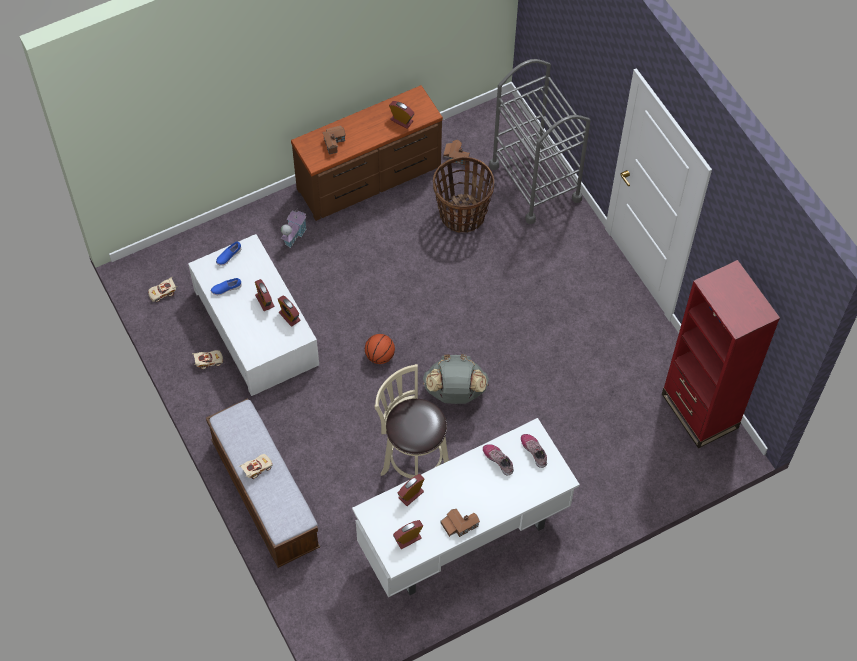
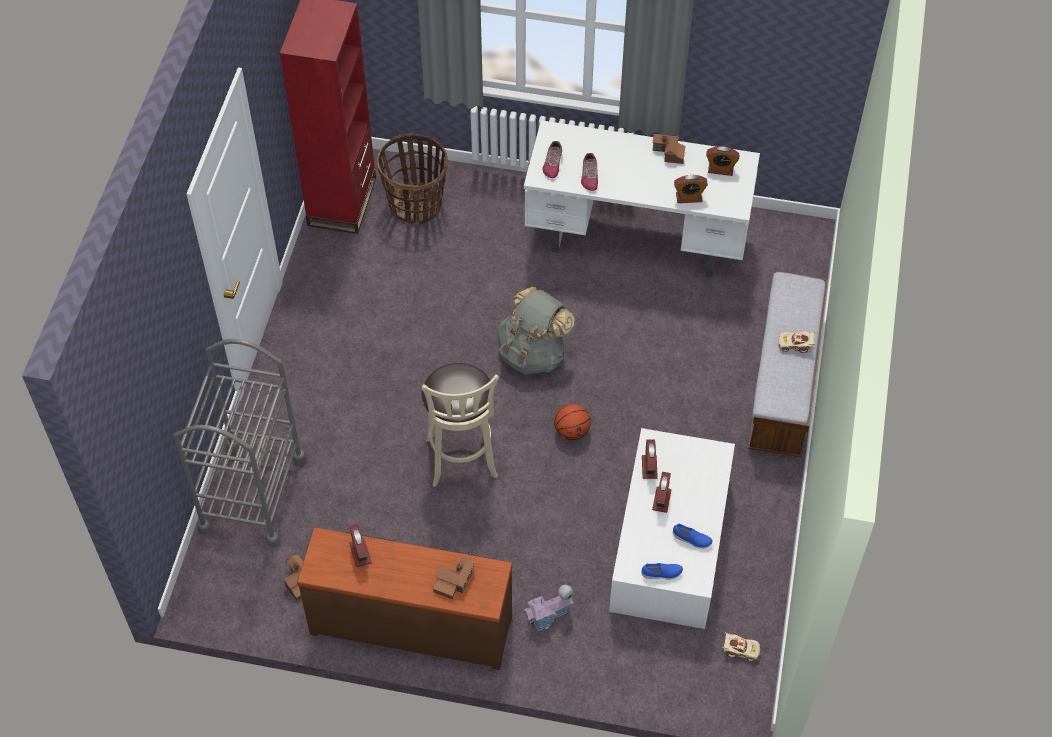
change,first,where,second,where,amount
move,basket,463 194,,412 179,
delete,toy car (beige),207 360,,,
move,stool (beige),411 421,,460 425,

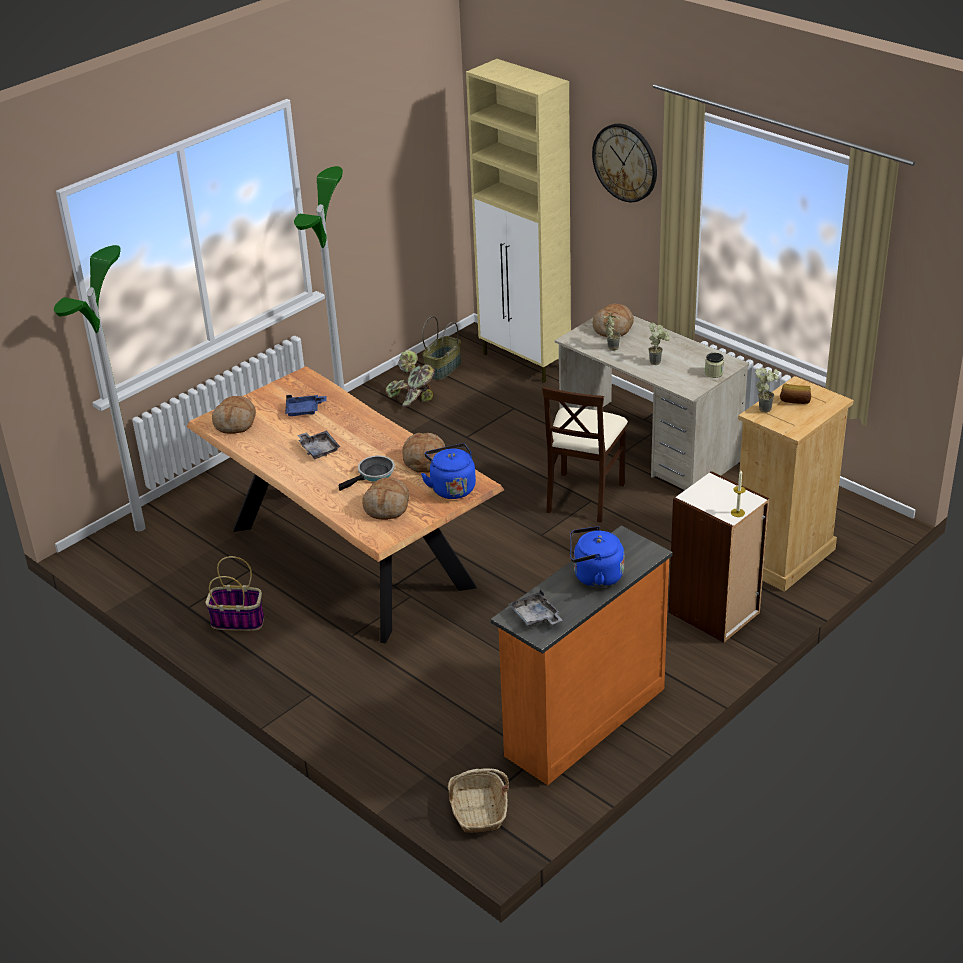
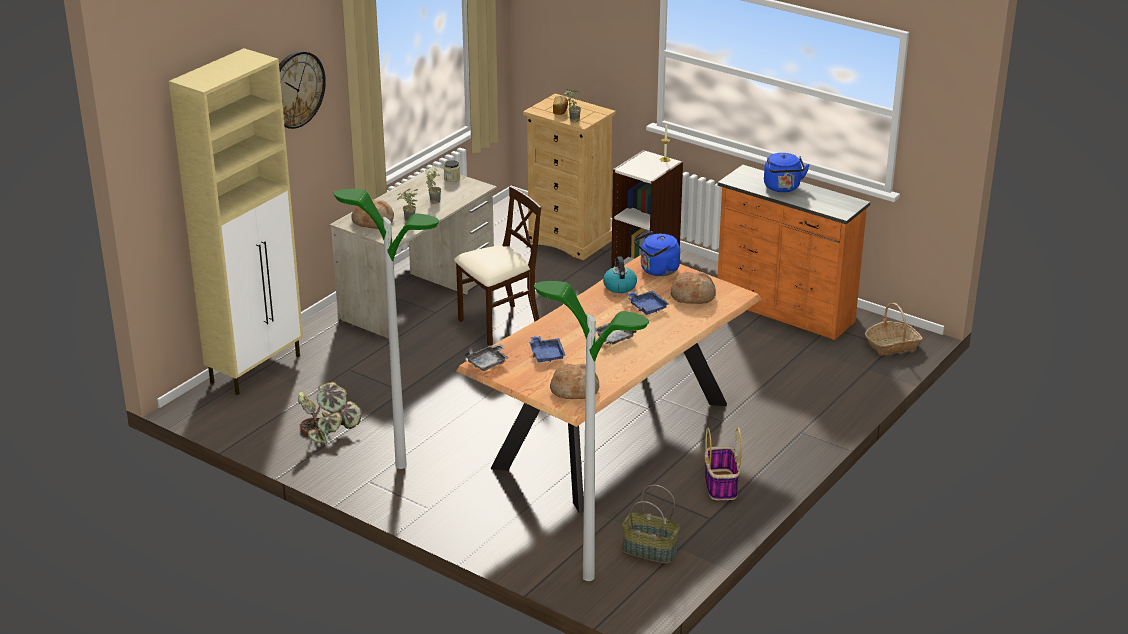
change,first,where,second,where,amount
move,basket,441 348,,651 524,
rotate,chair (beige),585 454,,497 266,45 degrees counterclockwise
replace,bread,424 453,kettle,620 274,
replace,frying pan,367 473,tray (blue),647 302,
move,tray (grey),535 608,,487 357,

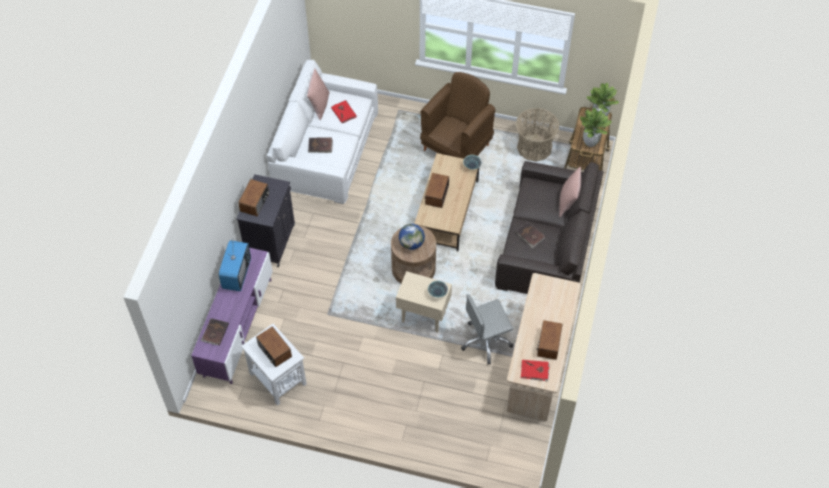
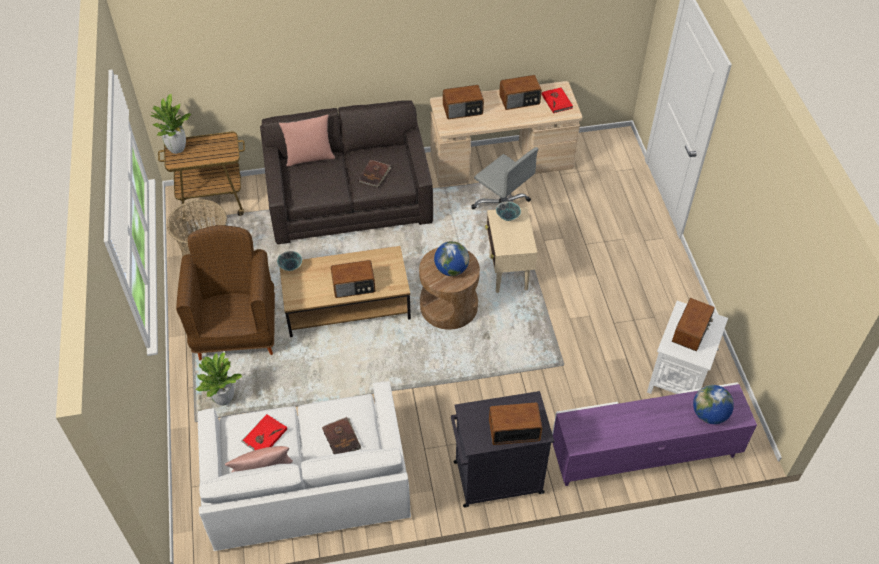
change,first,where,second,where,amount
rotate,armchair (brown),457 115,,225 292,75 degrees clockwise
move,potted plant,596 127,,218 378,
delete,television,235 265,,,
replace,book (brown),214 332,globe,713 404,
insert,,,radio,463 102,

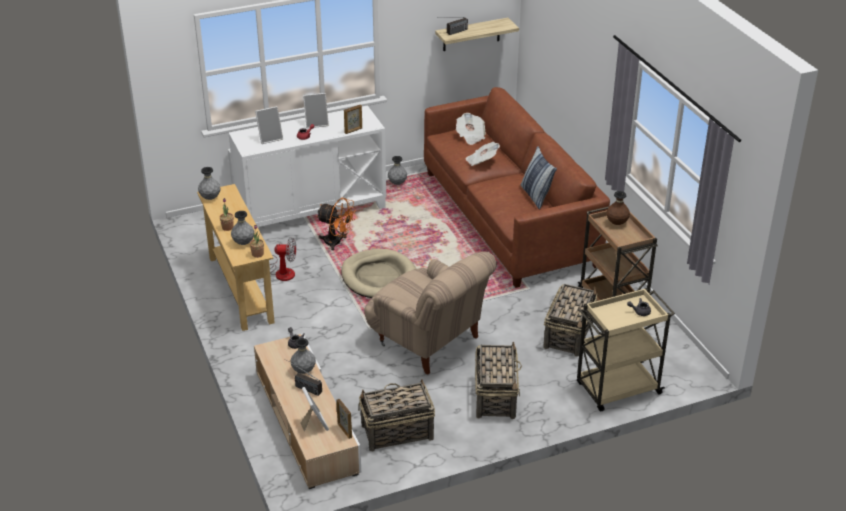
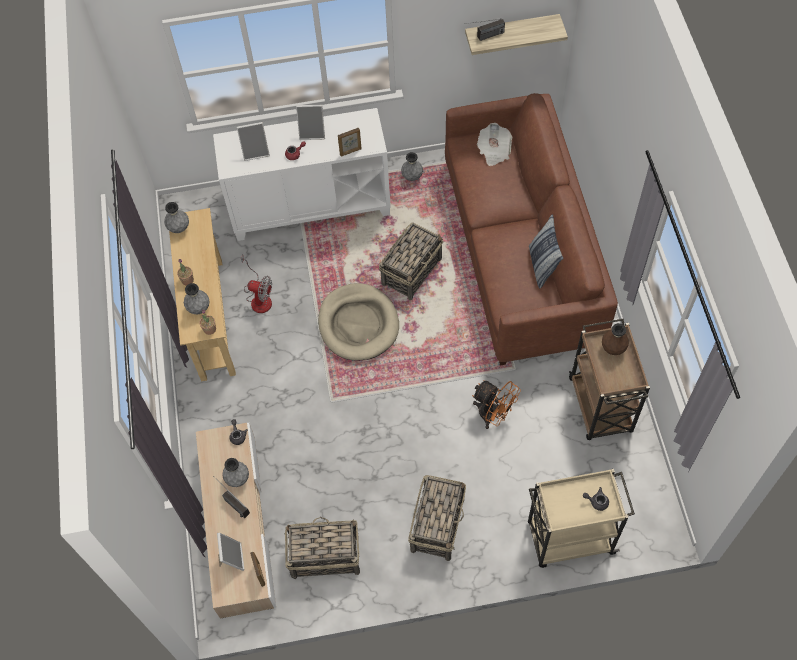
change,first,where,second,where,amount
delete,newspaper,483 154,,,
move,fan (orange),336 224,,496 404,
delete,armchair (beige),430 313,,,
move,basket,570 320,,411 261,

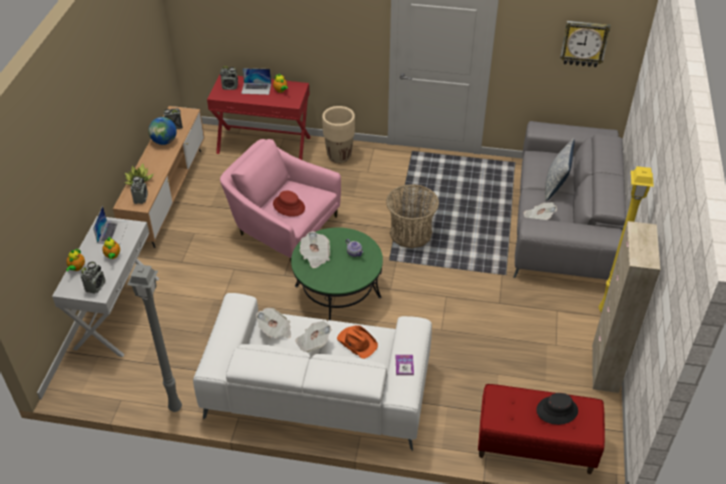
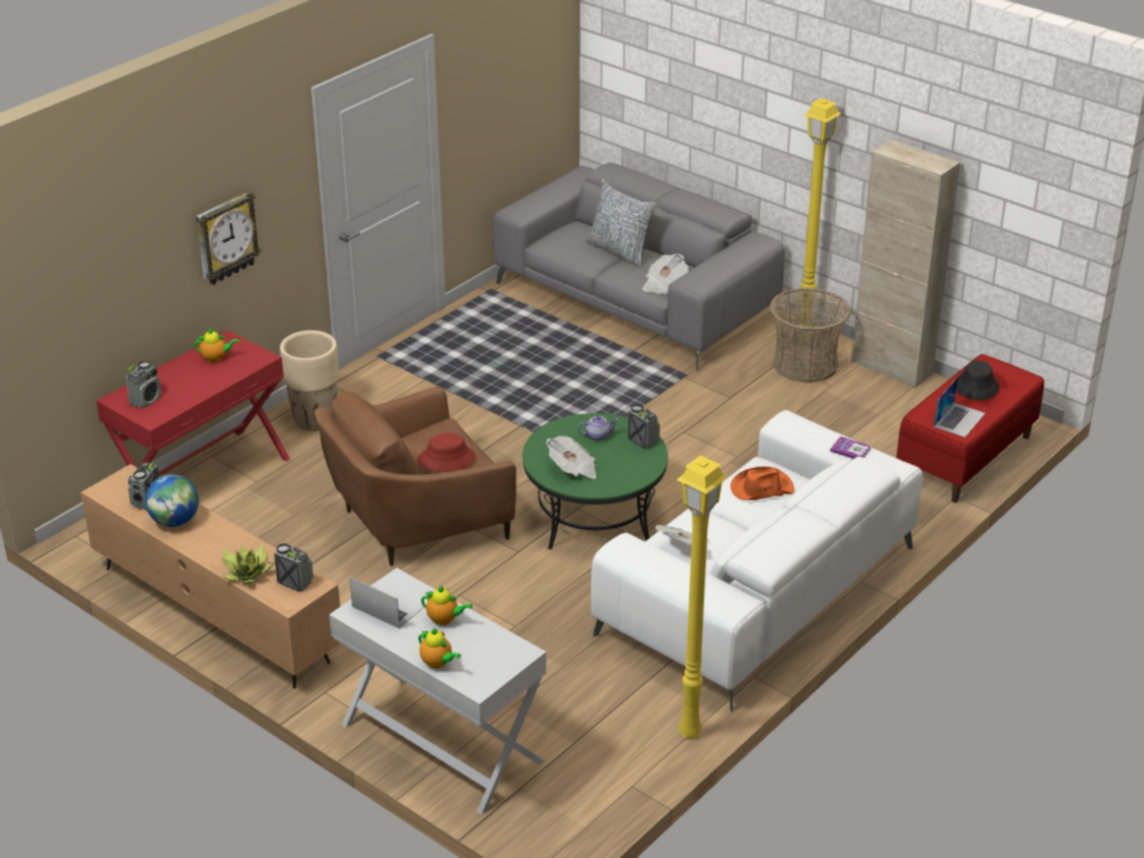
change,first,where,second,where,amount
move,wall clock,585 44,,228 238,
move,laptop,256 81,,959 407,
recolor,armchair (pink),280 200,armchair (brown),415 476,
move,basket,412 216,,810 335,
move,radio,93 278,,644 427,
recolor,floor lamp (grey),154 338,floor lamp (yellow),702 597,
delete,newspaper,313 337,,,

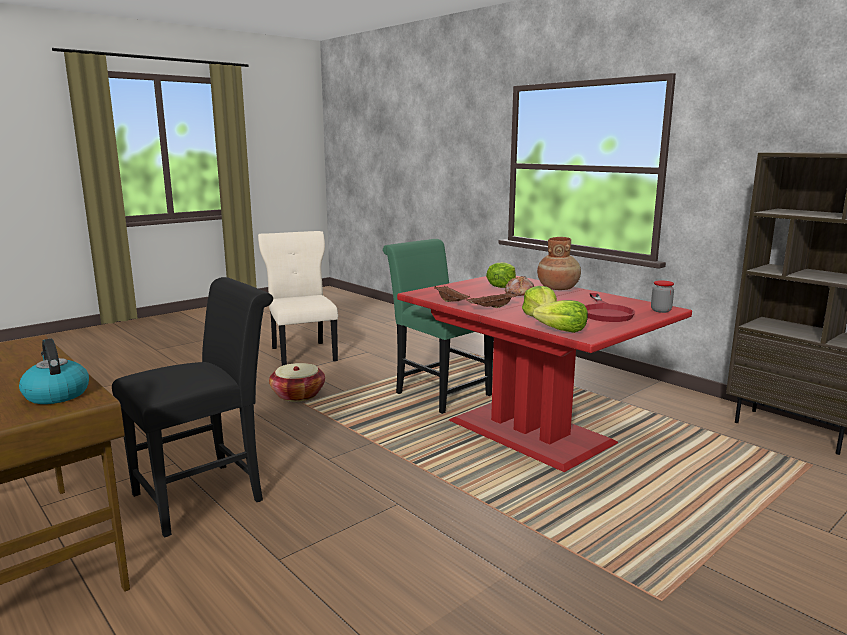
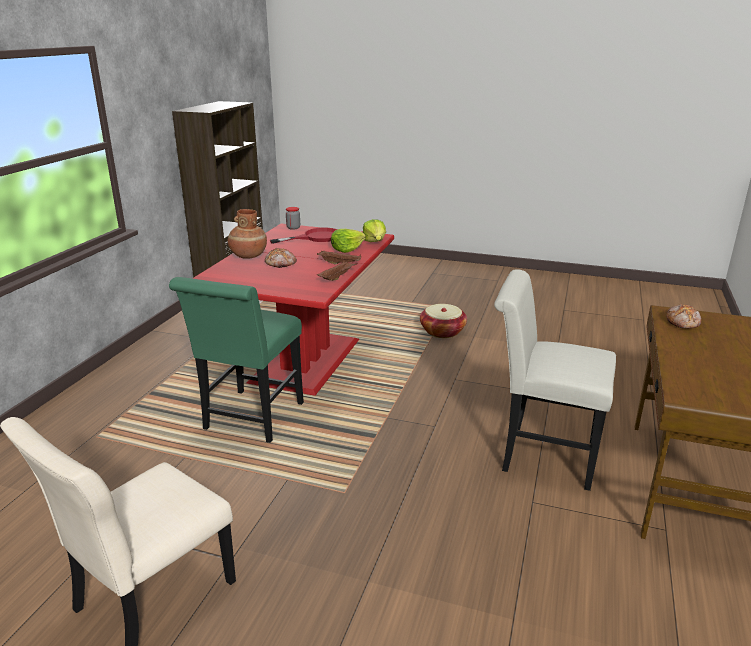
change,first,where,second,where,amount
delete,lettuce,501 275,,,
recolor,chair (black),192 407,chair (white),555 380,
replace,kettle,54 371,bread,683 316,
move,basket,297 382,,443 321,

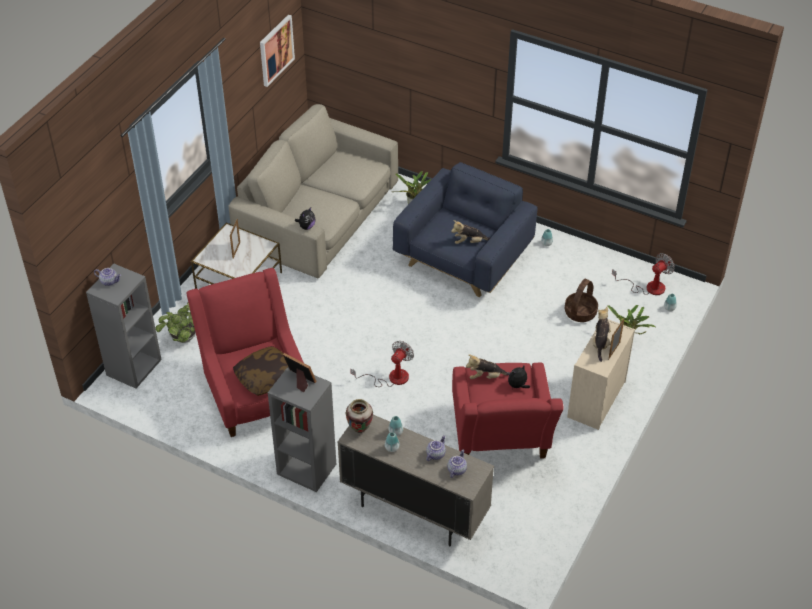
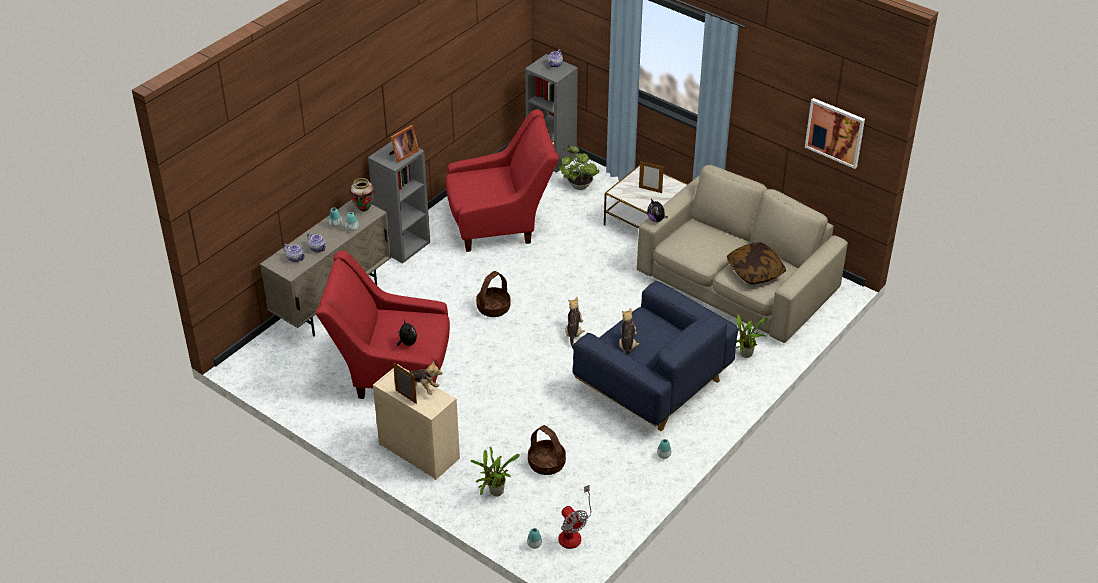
change,first,where,second,where,amount
replace,fan,382 364,basket,493 294,
move,pillow,260 371,,756 263,
move,plush toy,488 366,,575 323,

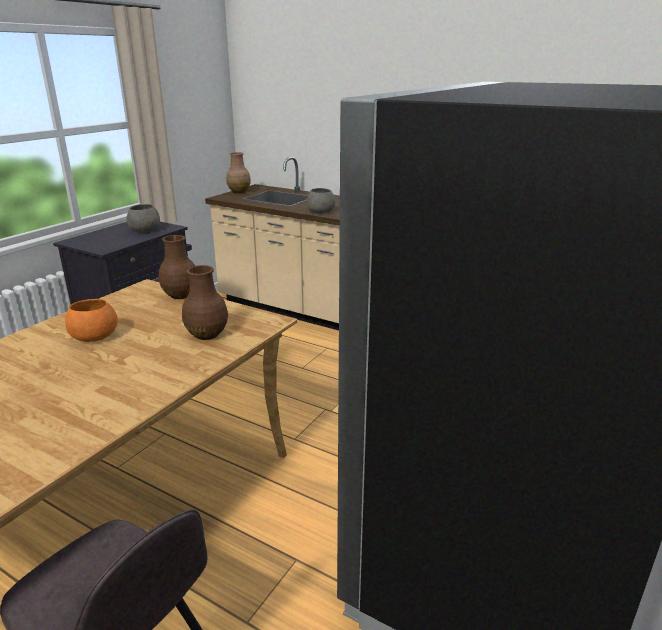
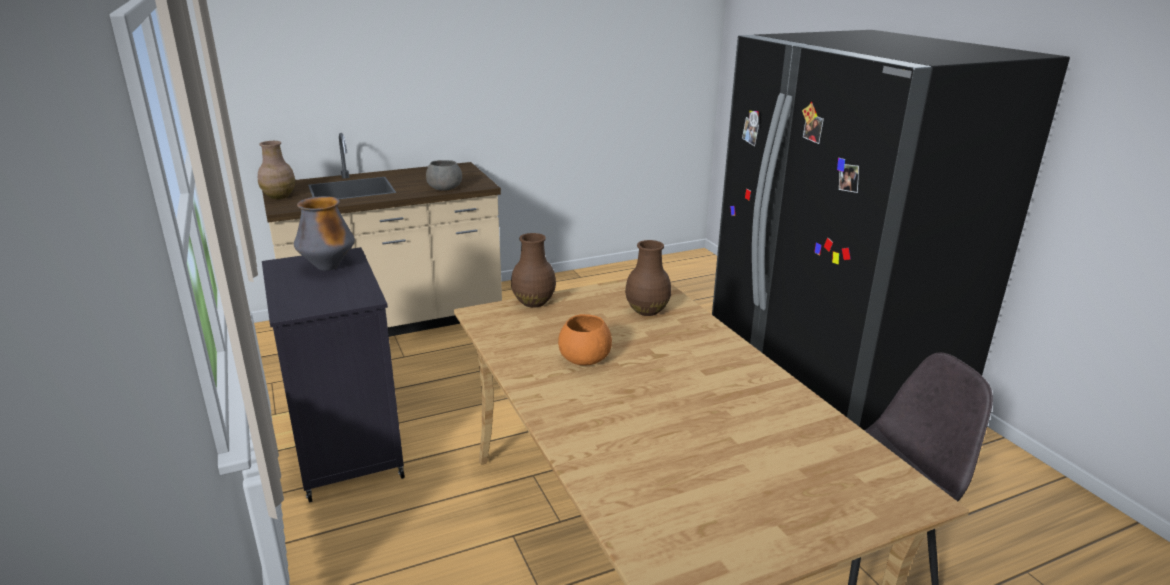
change,first,where,second,where,amount
replace,bowl (grey),143 218,vase,324 233,

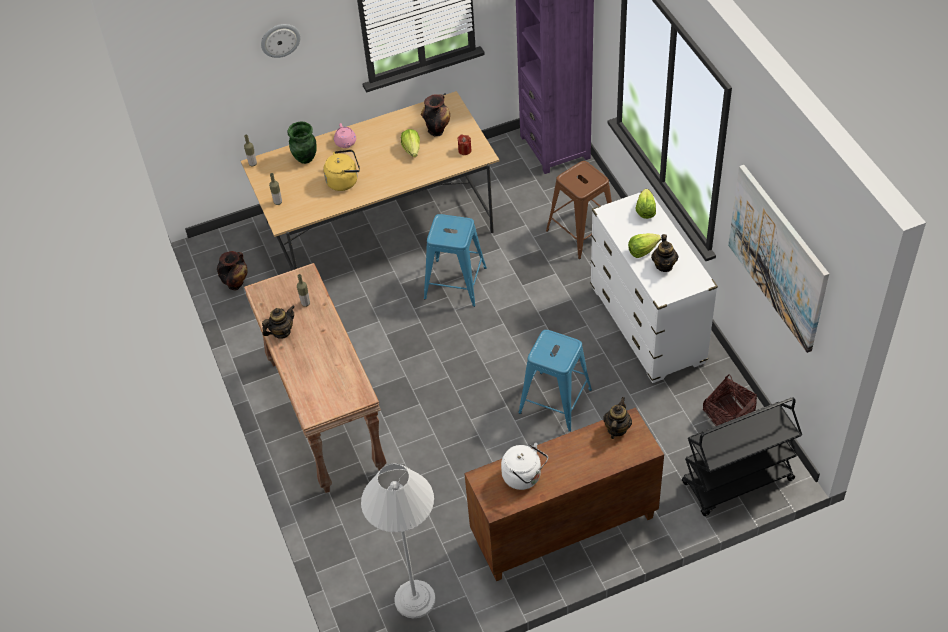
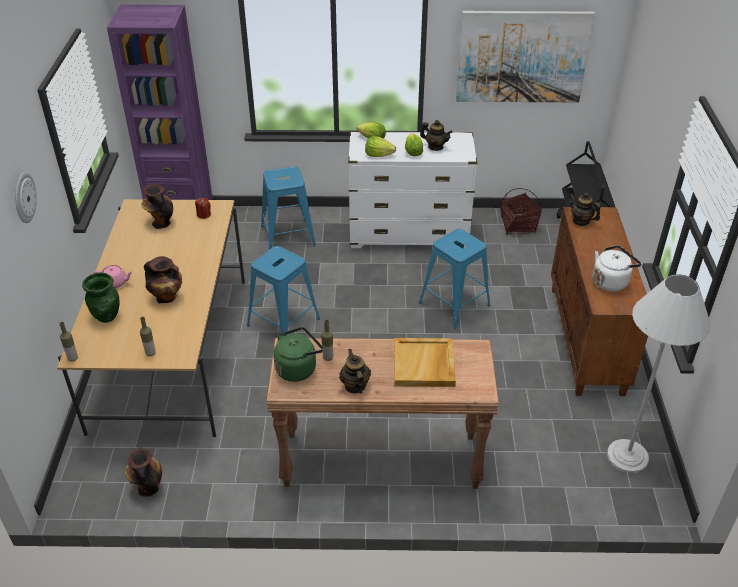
change,first,where,second,where,amount
move,lettuce,410 143,,380 146,
replace,kettle (yellow),341 170,vase,163 279,
recolor,stool (brown),579 210,stool (blue),288 208,
insert,,,kettle (green),298 354,
insert,,,tray (beige),425 362,

